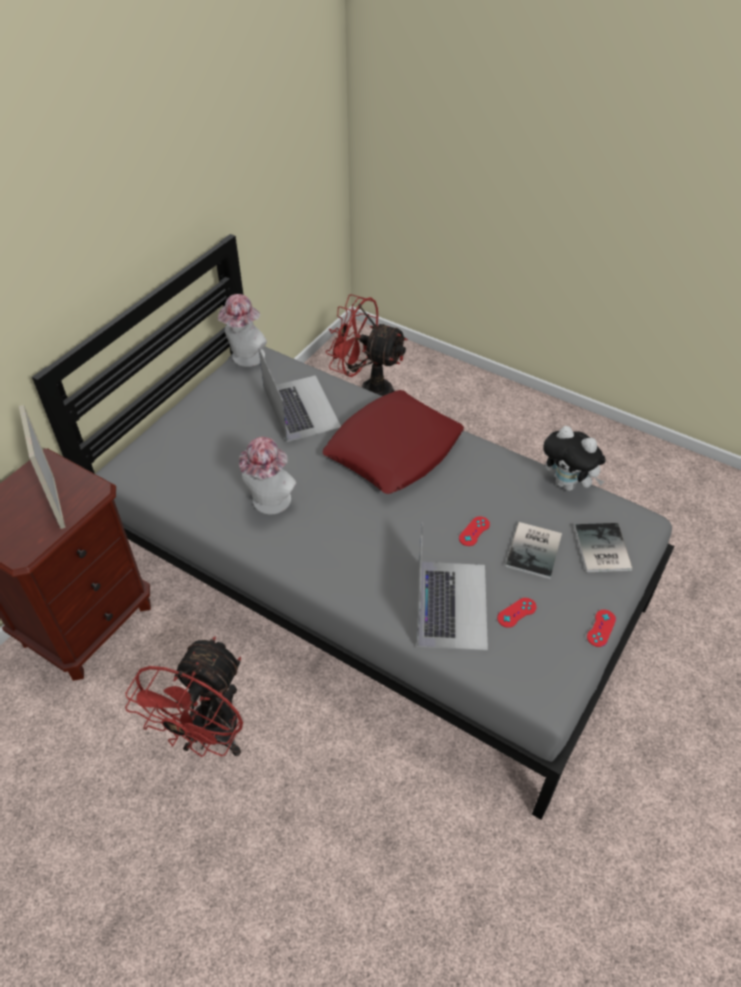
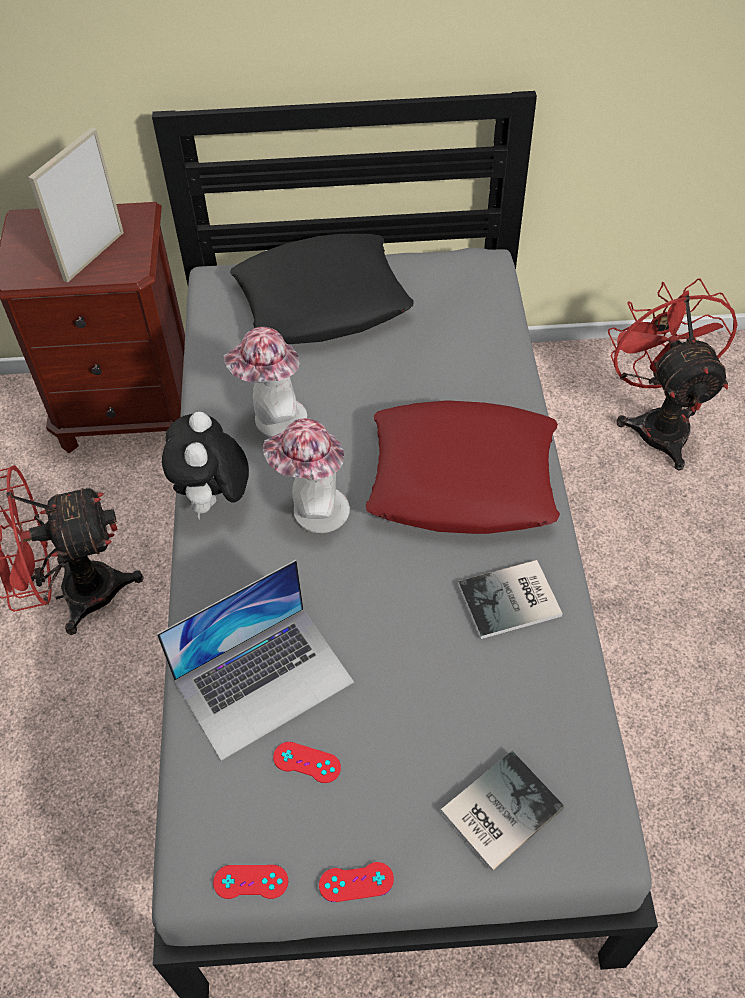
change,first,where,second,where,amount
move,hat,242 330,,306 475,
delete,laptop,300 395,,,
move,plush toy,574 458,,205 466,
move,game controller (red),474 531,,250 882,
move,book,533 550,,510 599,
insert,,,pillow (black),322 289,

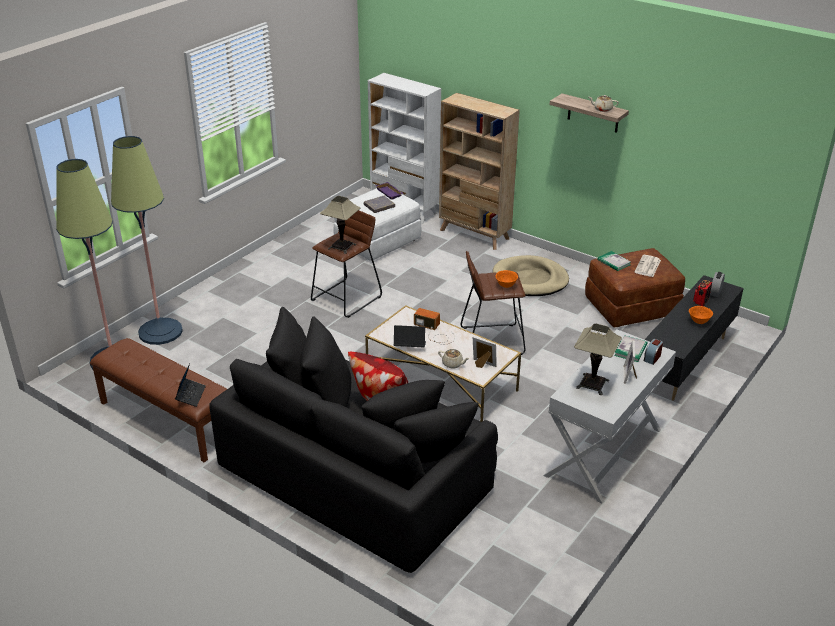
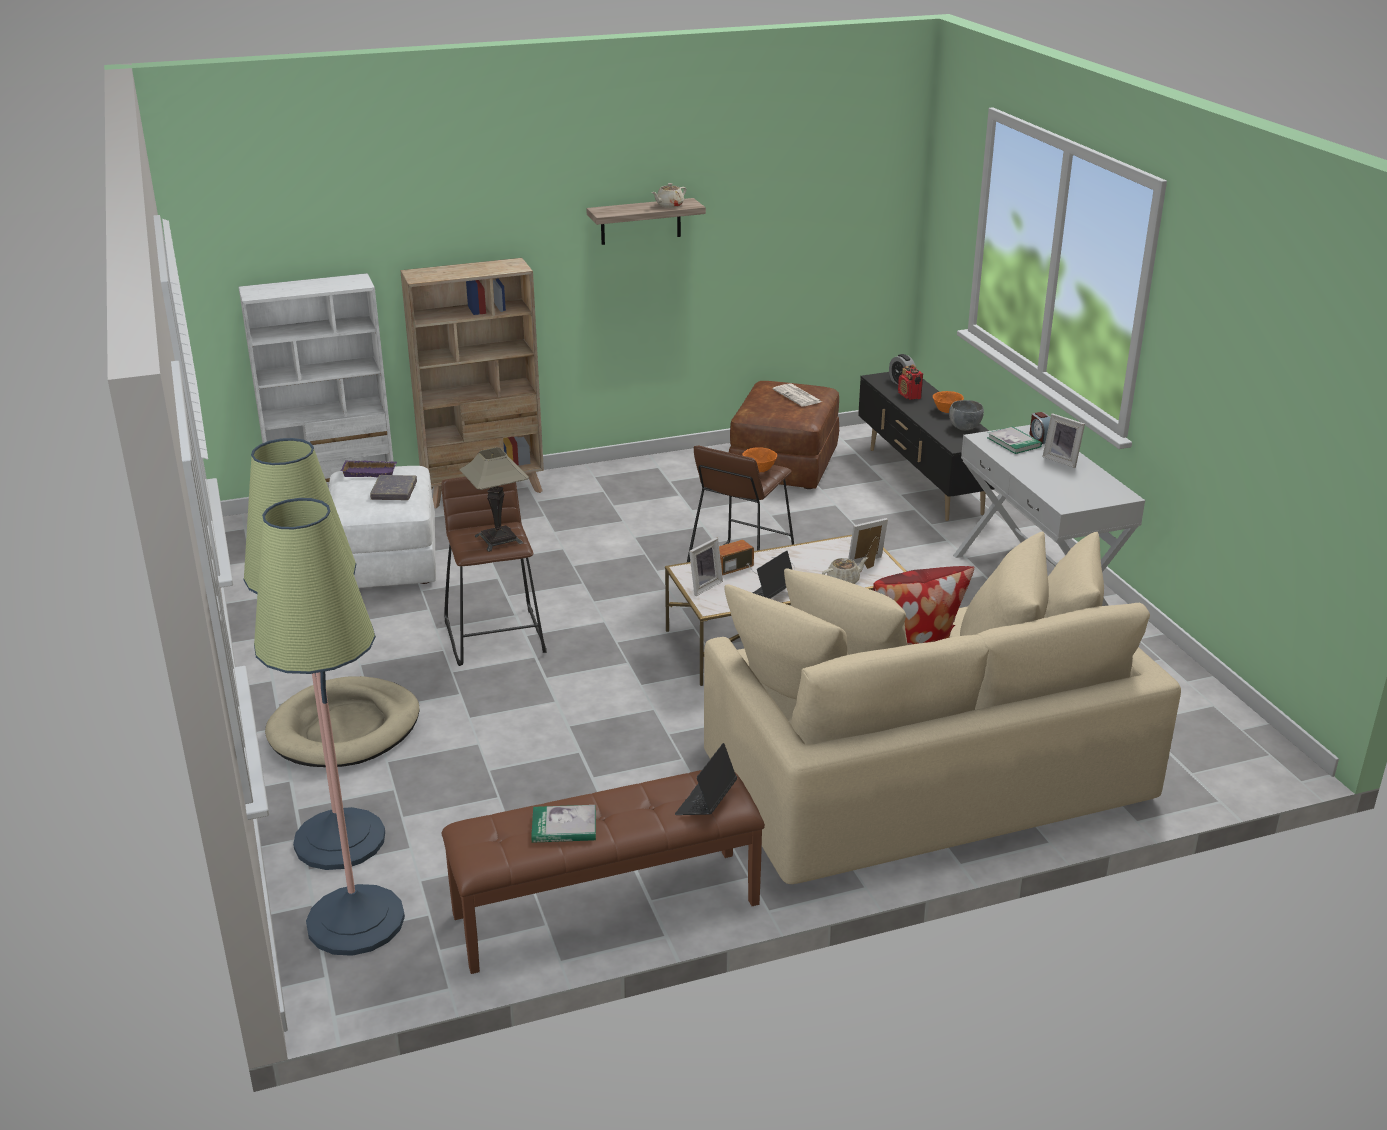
change,first,where,second,where,amount
move,book,614 261,,563 824,
move,dog bed (beige),531 275,,342 721,
recolor,sofa (black),353 440,sofa (beige),942 708,
delete,table lamp,598 359,,,
rotate,laptop,190 385,,706 779,105 degrees counterclockwise
insert,,,bowl (grey),966 415,
insert,,,picture frame,706 566,

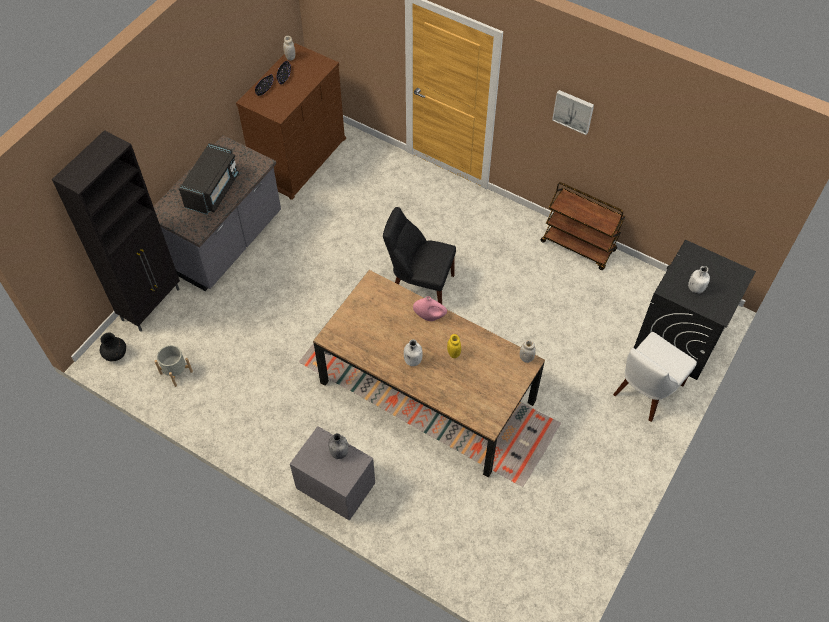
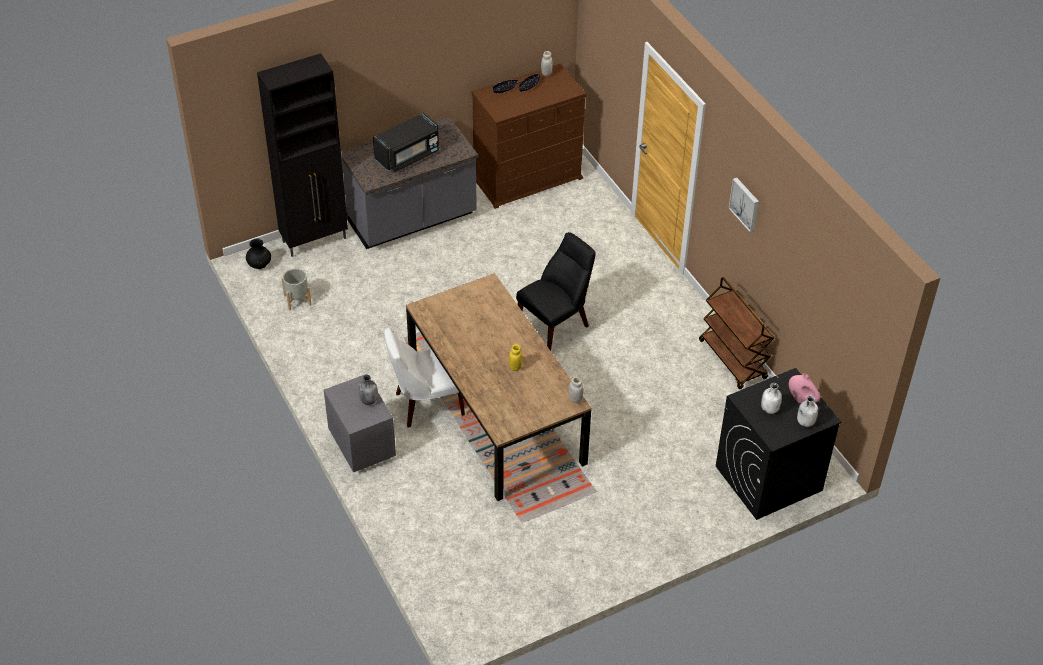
change,first,where,second,where,amount
rotate,chair (black),419 255,,556 291,90 degrees clockwise
move,vase (pink),430 308,,805 389,
move,chair (white),655 377,,424 377,
move,bottle (white),413 352,,807 411,

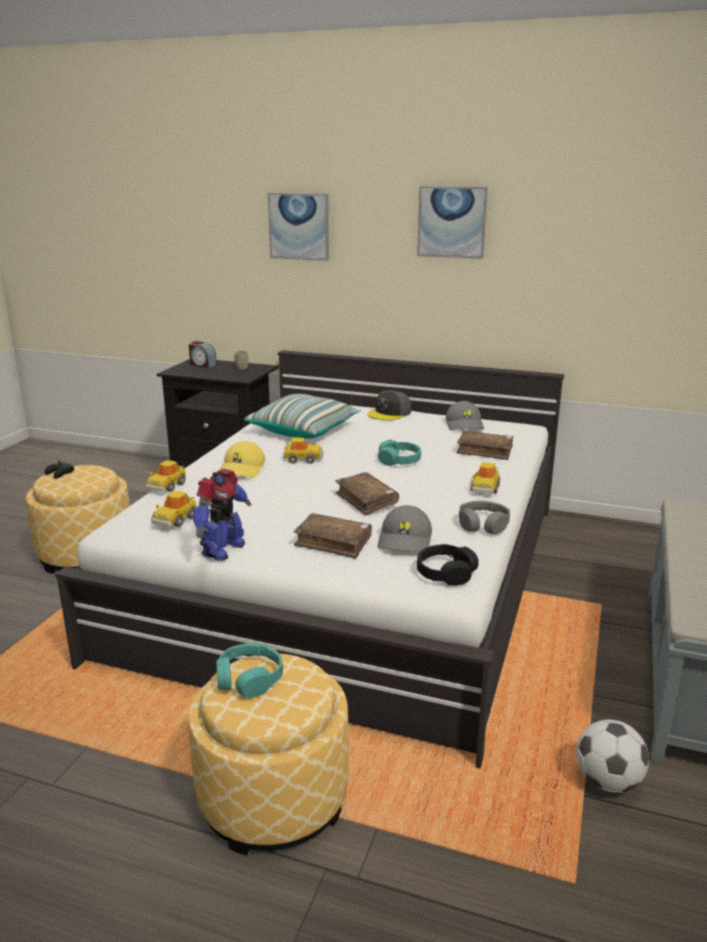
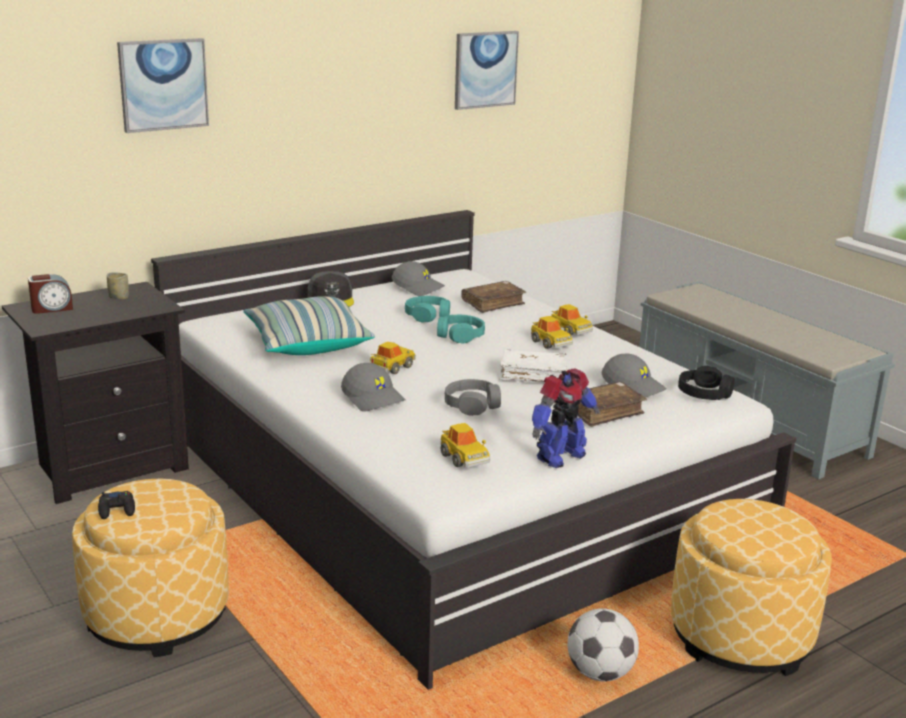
change,first,where,second,where,amount
move,picture,452 222,,487 70,
recolor,cap (yellow),242 459,cap (grey),373 387,
move,toy car,166 476,,552 332,
rotate,toy robot,222 515,,566 418,75 degrees clockwise
recolor,book (brown),367 493,book (white),533 366,
move,headphones (grey),484 517,,473 397,
move,headphones (turquoise),249 670,,427 309,
move,football,612 756,,603 645,

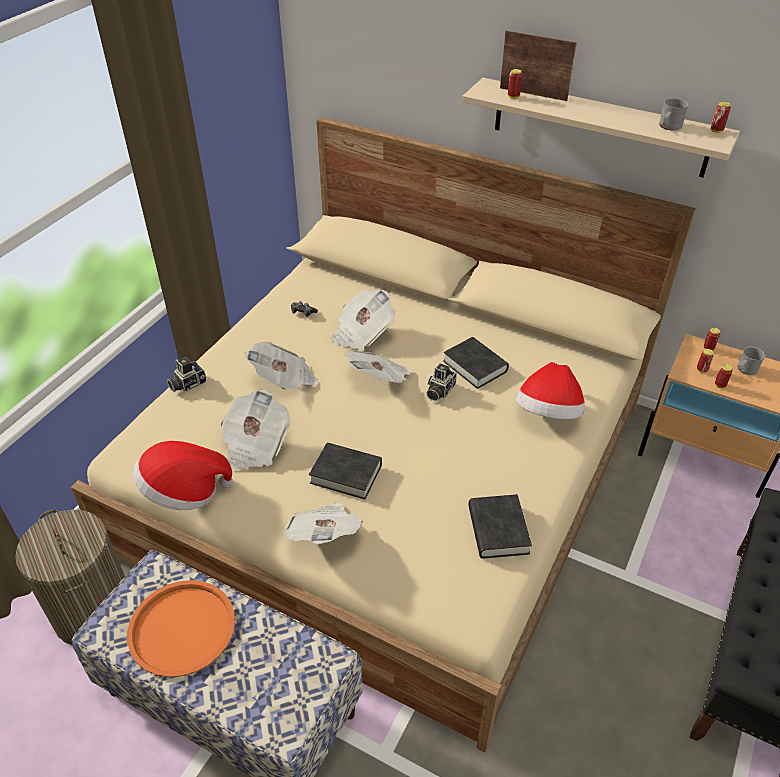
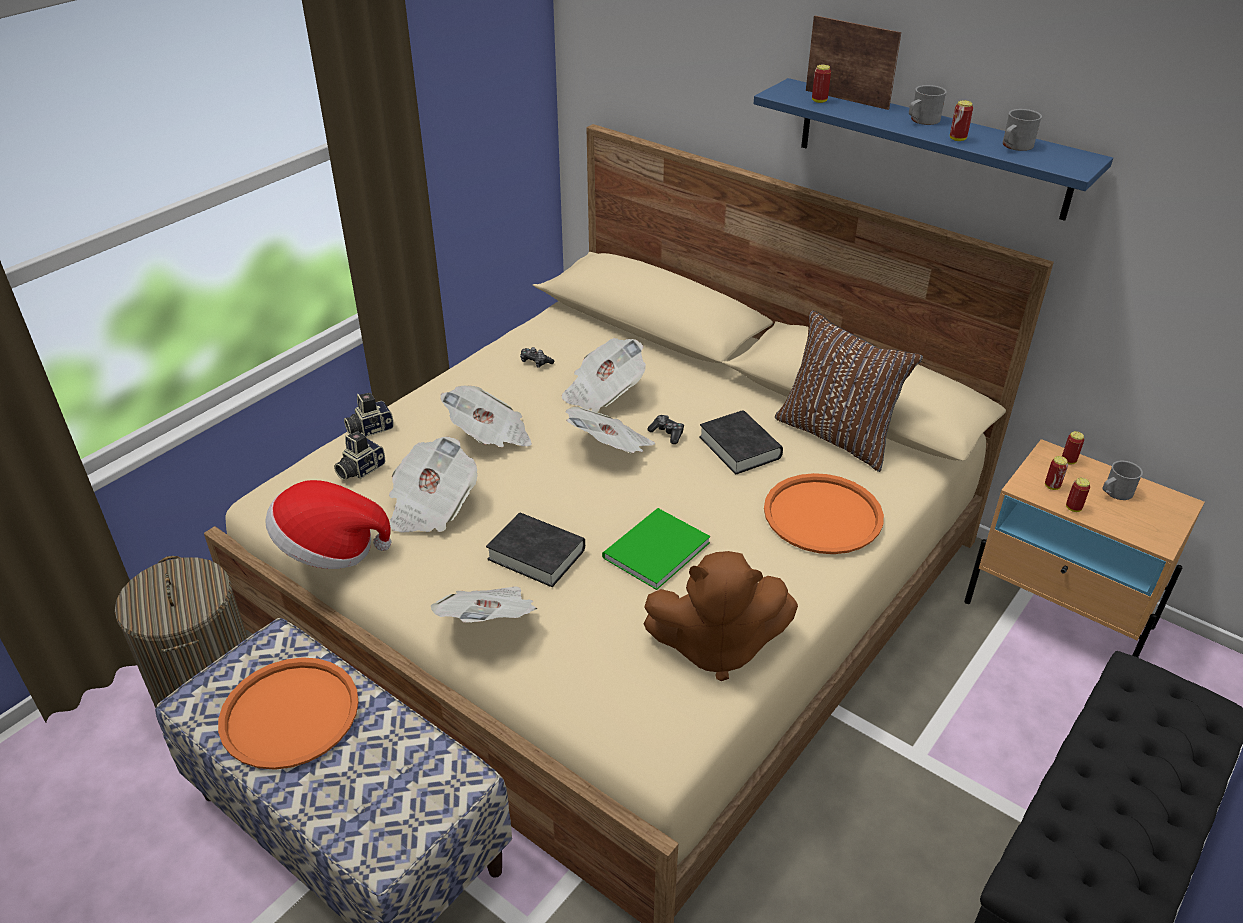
change,first,where,second,where,amount
recolor,shelf (beige),601 128,shelf (blue),933 149,
move,can,720 117,,961 120,
replace,hat,550 390,tray (orange),824 513,
move,photo camera,441 382,,359 455,
replace,book (black),500 526,plush toy (brown),720 616,
insert,,,mug (grey),928 105,
insert,,,pillow (brown),849 391,
insert,,,game controller,665 429,
insert,,,book (green),656 549,

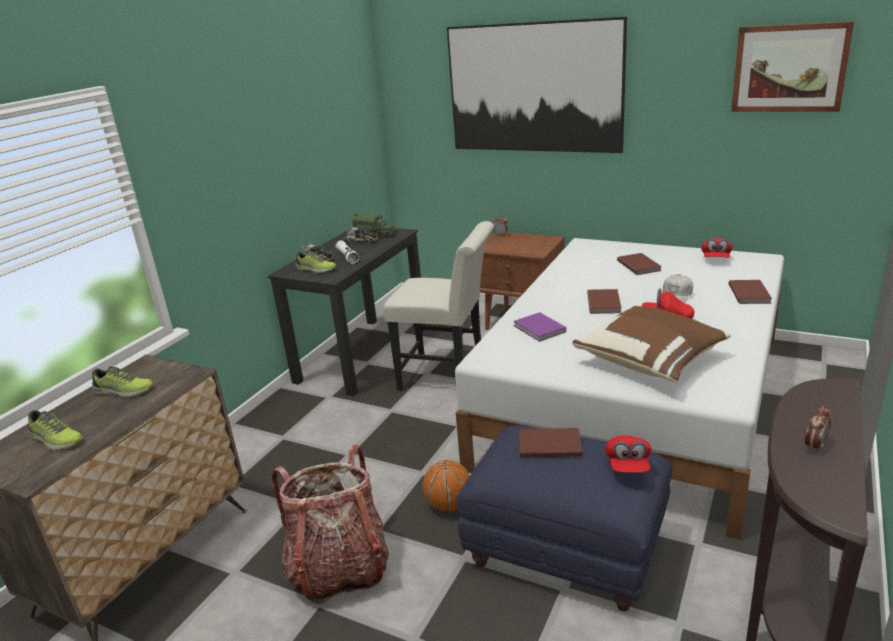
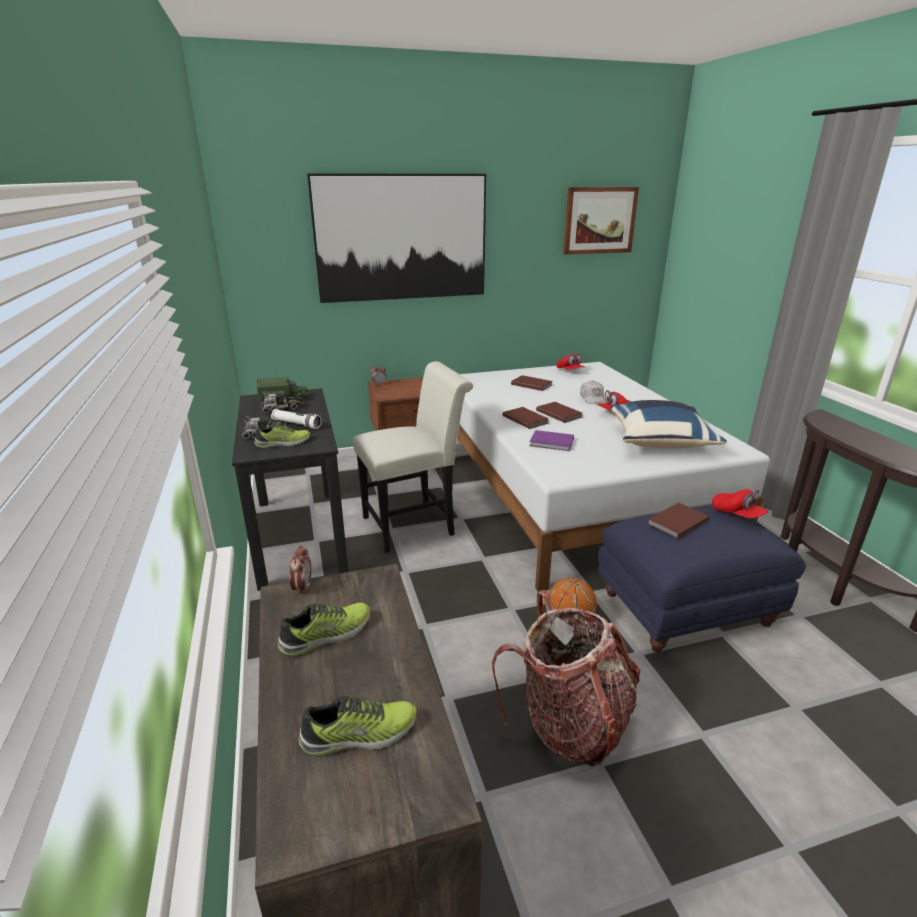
change,first,where,second,where,amount
move,book (brown),750 292,,526 418,
recolor,pillow (brown),651 344,pillow (blue),668 424,
move,alarm clock,818 429,,300 570,

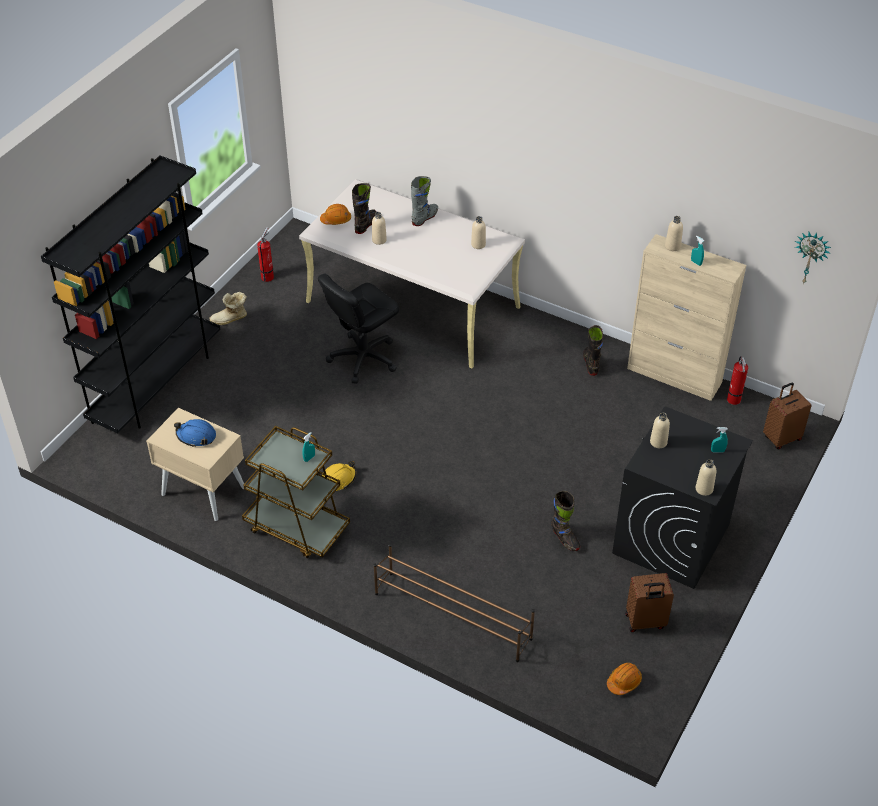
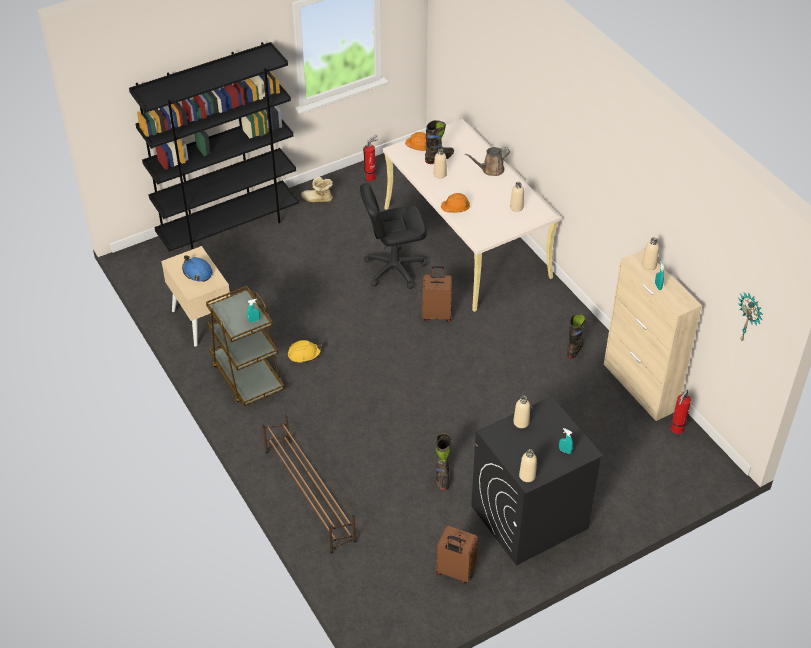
change,first,where,second,where,amount
replace,boot (grey),424 201,watering can (brown),487 161,
move,suitcase (brown),787 415,,437 294,
move,hard hat (orange),624 679,,455 203,

